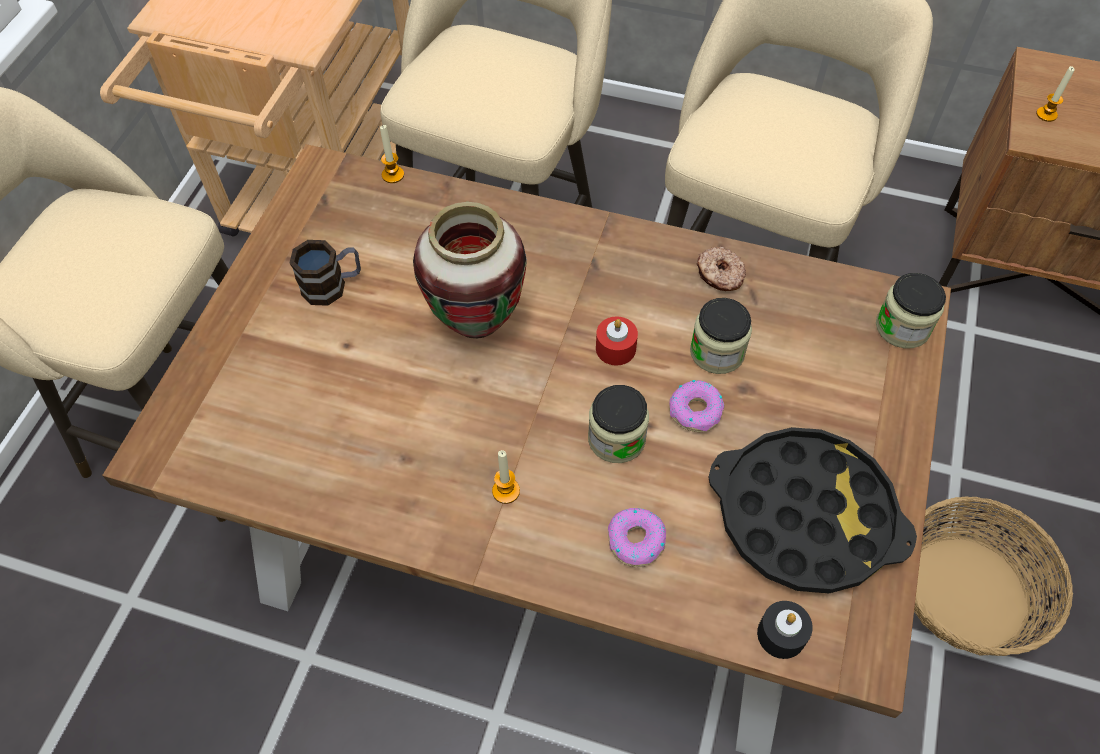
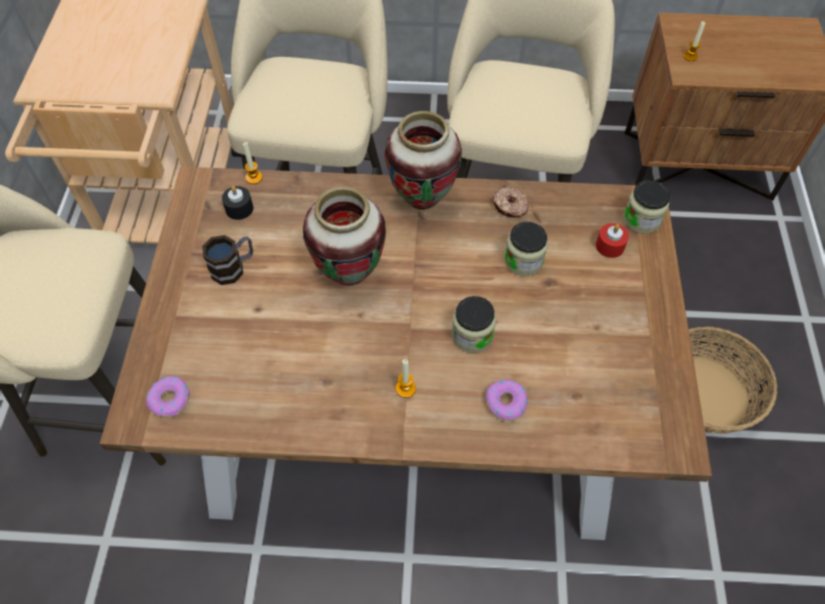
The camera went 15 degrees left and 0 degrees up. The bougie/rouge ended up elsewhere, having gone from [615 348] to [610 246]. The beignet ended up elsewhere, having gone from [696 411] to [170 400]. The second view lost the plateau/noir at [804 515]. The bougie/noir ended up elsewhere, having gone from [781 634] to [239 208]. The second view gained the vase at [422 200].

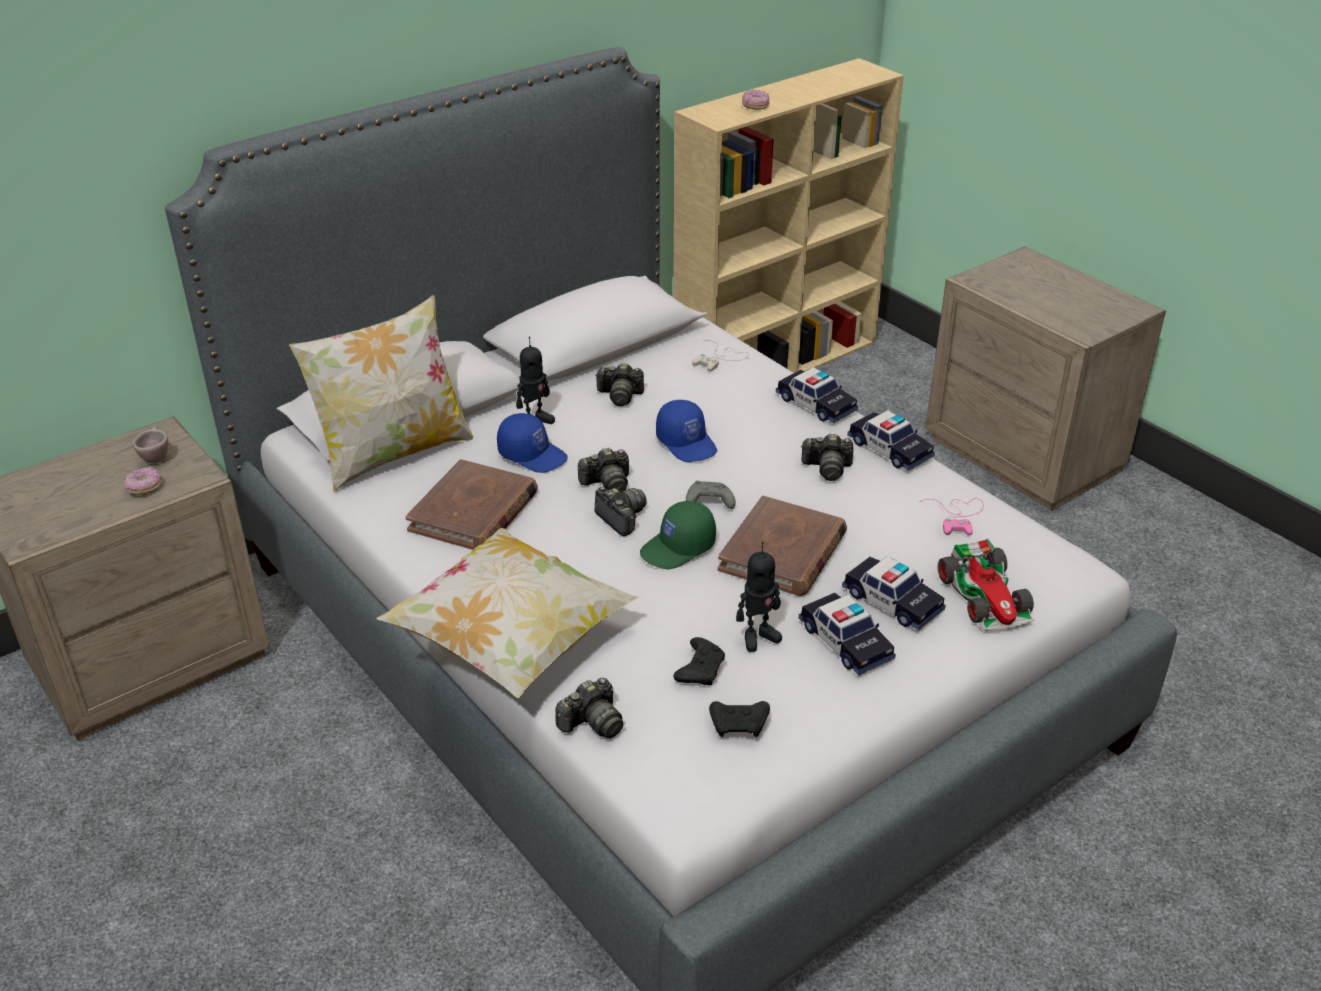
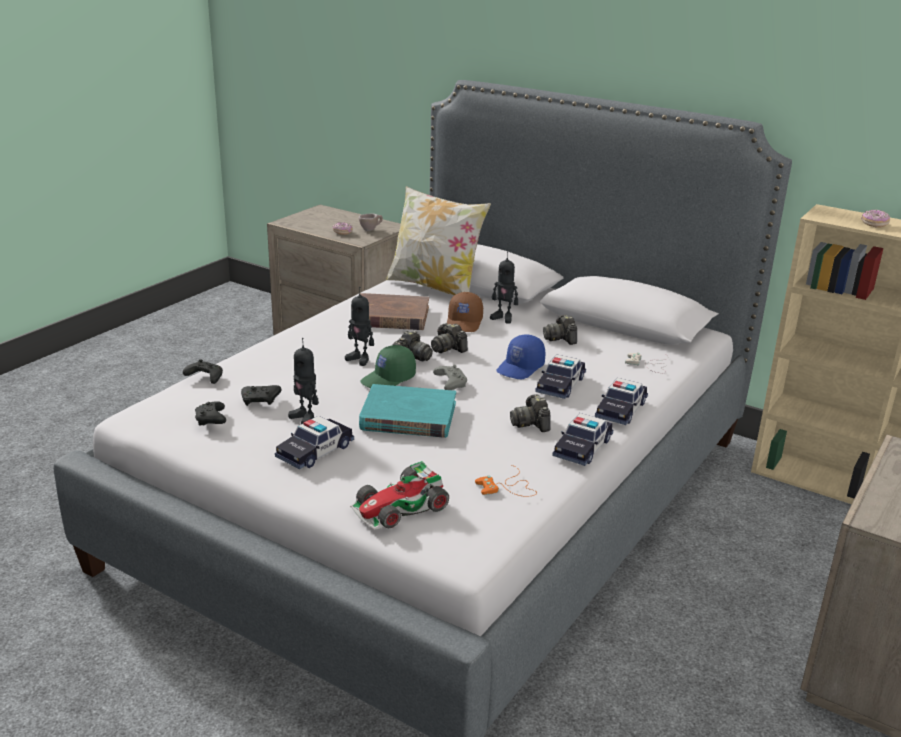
The camera went 70 degrees right and 10 degrees down. What was the casquette/bleu at [533 455] turned into the casquette/marron at [464 323]. What was the livre/marron at [783 552] turned into the livre/turquoise at [408 416]. What was the manette/rose at [958 516] turned into the manette/orange at [508 487]. The casquette/vert at [678 548] ended up facing another way, 75 degrees counterclockwise from before. The second view lost the coussin at [511 642]. The petite voiture ended up elsewhere, having gone from [892 601] to [560 385]. Where the appareil photo stood at [592 723], the manette/noir came to stand at [204 378]. The second view gained the robot jouet at [360 359].

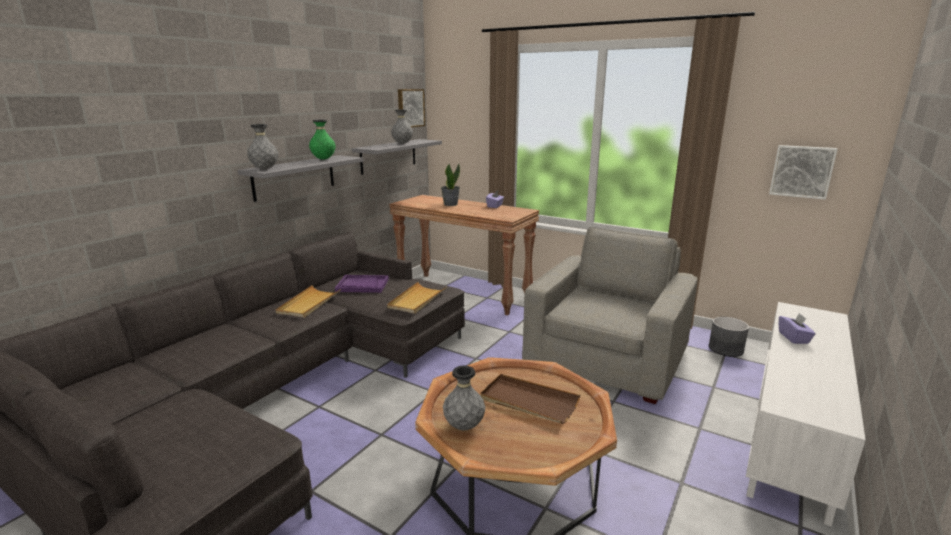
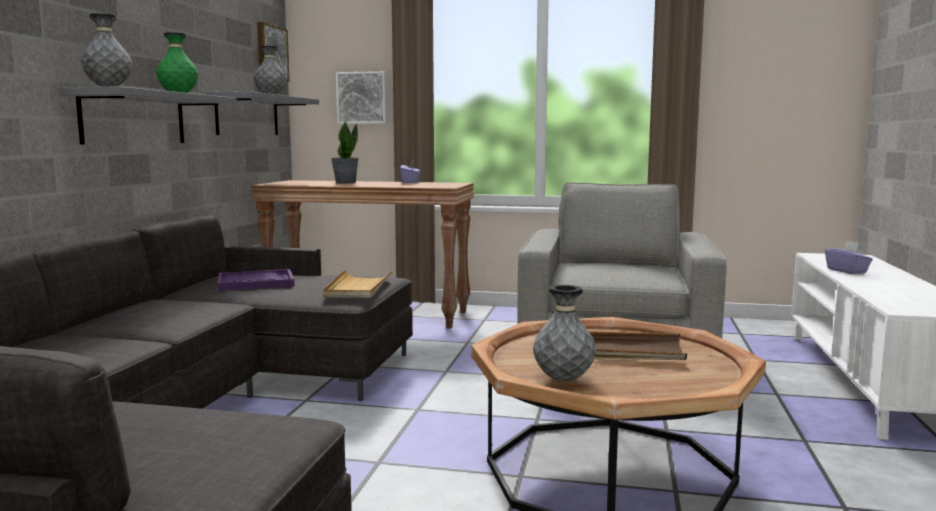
The camera went 20 degrees left and 10 degrees down. The tableau ended up elsewhere, having gone from [802 171] to [362 98]. The second view lost the plateau/beige at [309 303]. The second view lost the cache-pot/gris at [726 349].

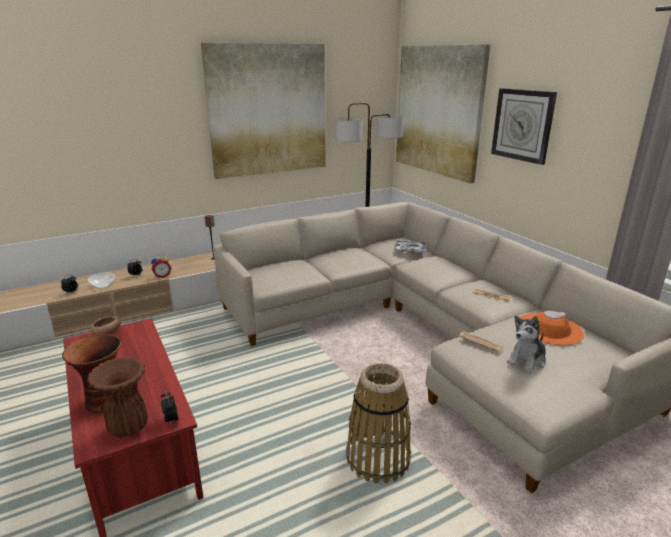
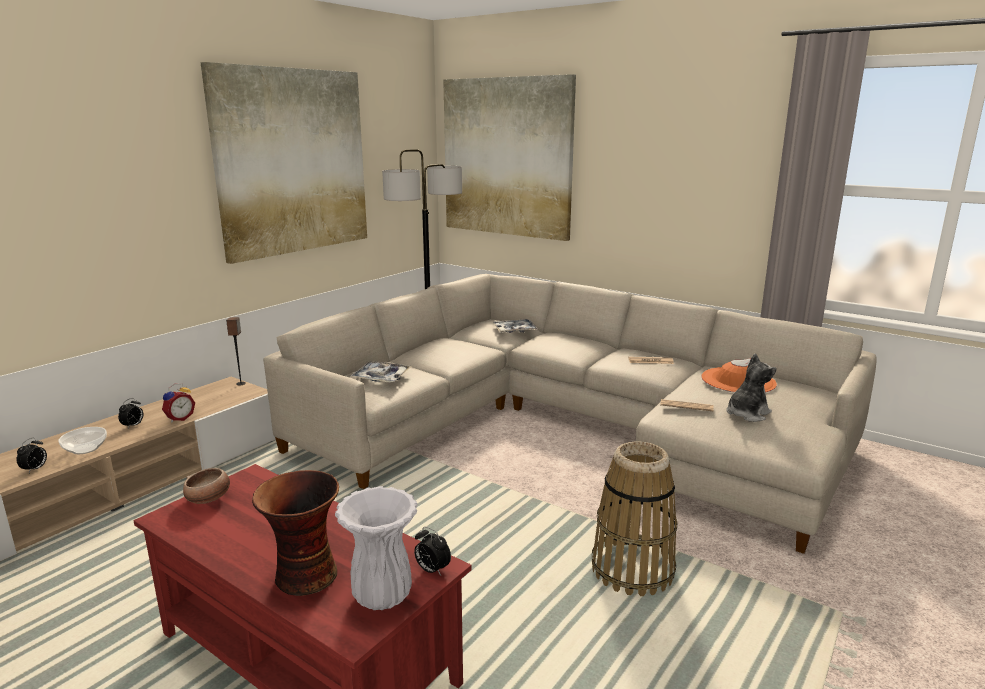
The camera went 25 degrees left and 5 degrees down. The second view lost the horloge murale at [522 125]. The peluche at [527 361] ended up facing another way, 150 degrees counterclockwise from before. What was the vase/marron at [128 427] turned into the vase/blanc at [381 596]. The second view gained the plateau at [381 377].

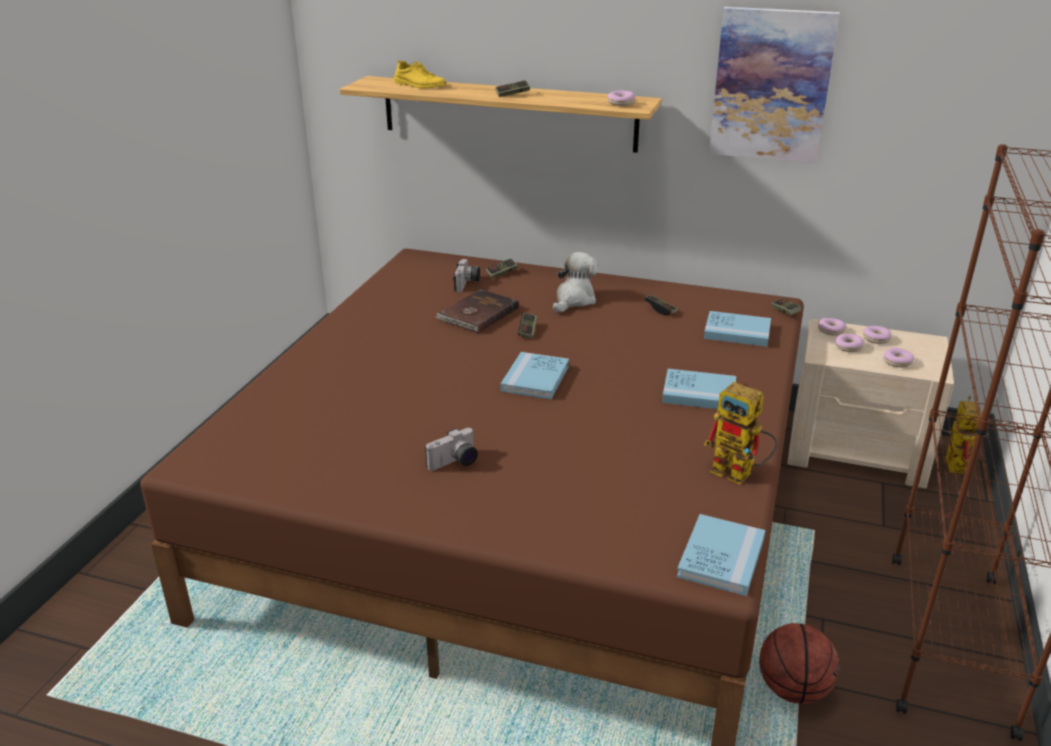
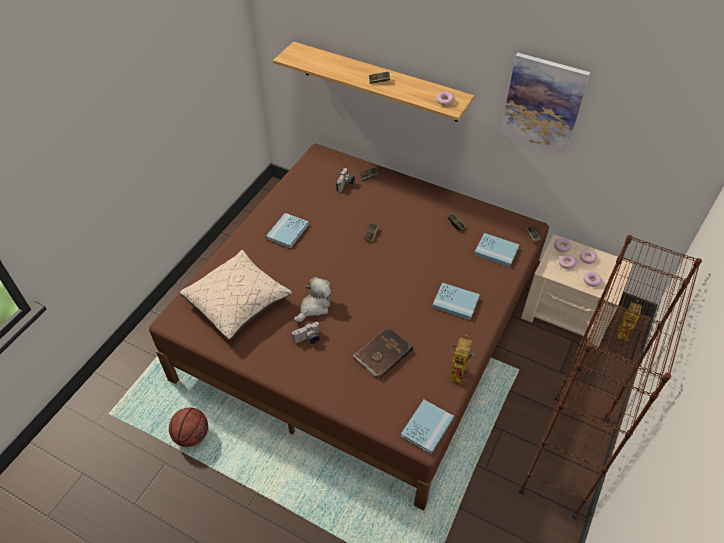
The camera went 10 degrees right and 20 degrees up. The second view lost the chaussure/jaune at [419 85]. The peluche ended up elsewhere, having gone from [574 300] to [314 307]. The livre/marron ended up elsewhere, having gone from [477 314] to [382 353]. The livre/bleu ended up elsewhere, having gone from [535 378] to [287 232]. The robot jouet at [740 474] ended up facing another way, 120 degrees counterclockwise from before. The ballon de basket ended up elsewhere, having gone from [793 689] to [192 435]. The second view gained the coussin/beige at [238 303].

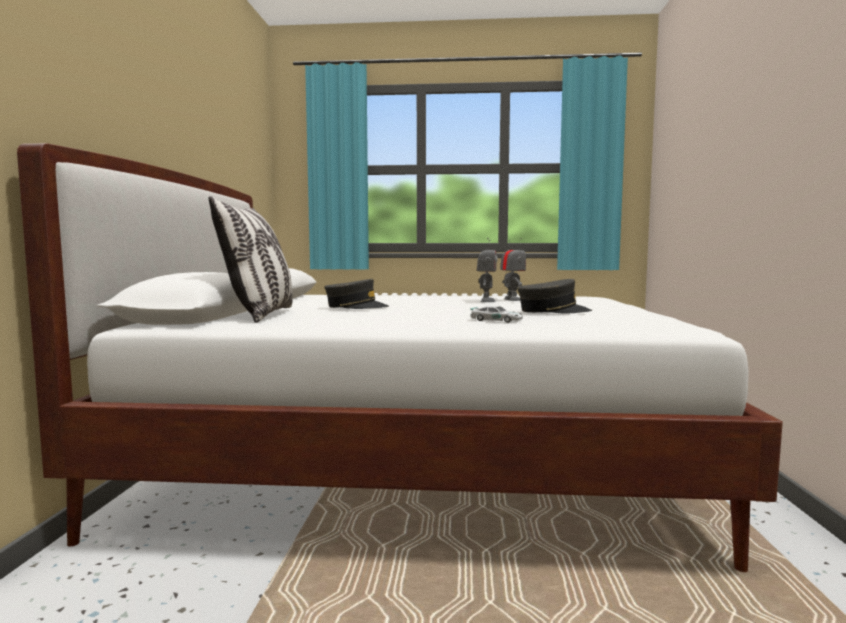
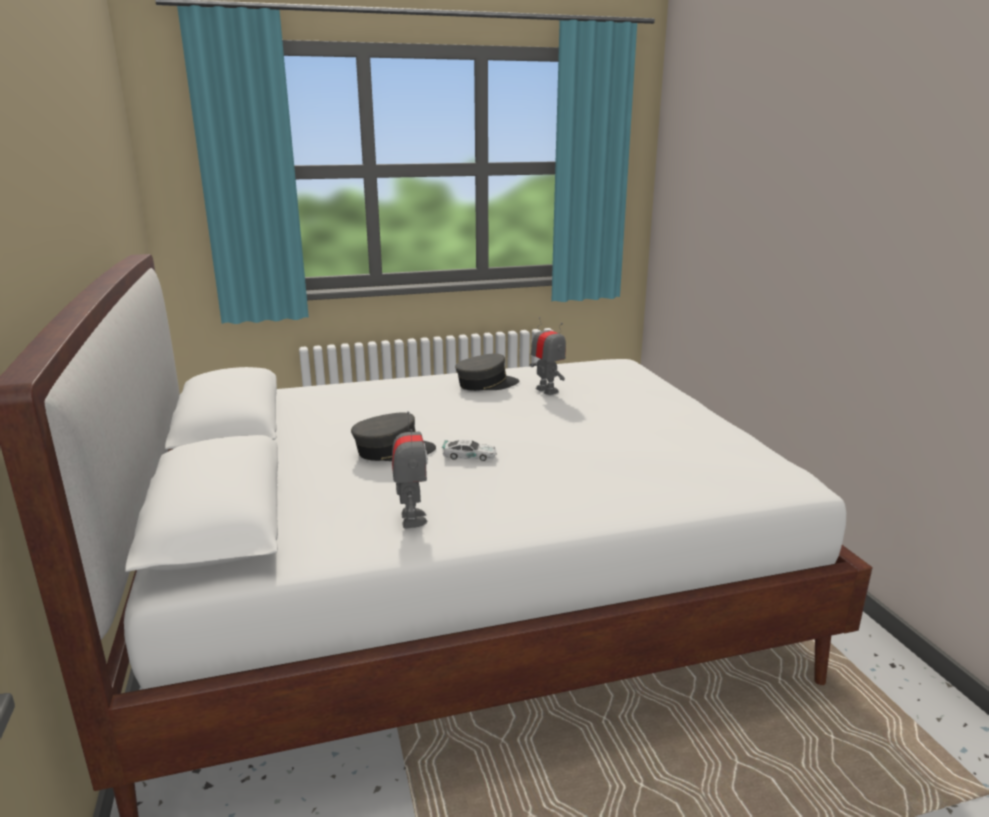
The camera went 20 degrees left and 15 degrees up. The second view lost the coussin at [260 315]. The robot jouet ended up elsewhere, having gone from [486 301] to [412 519]. The casquette/gris ended up elsewhere, having gone from [552 311] to [486 384]. The petite voiture ended up elsewhere, having gone from [496 320] to [469 456].

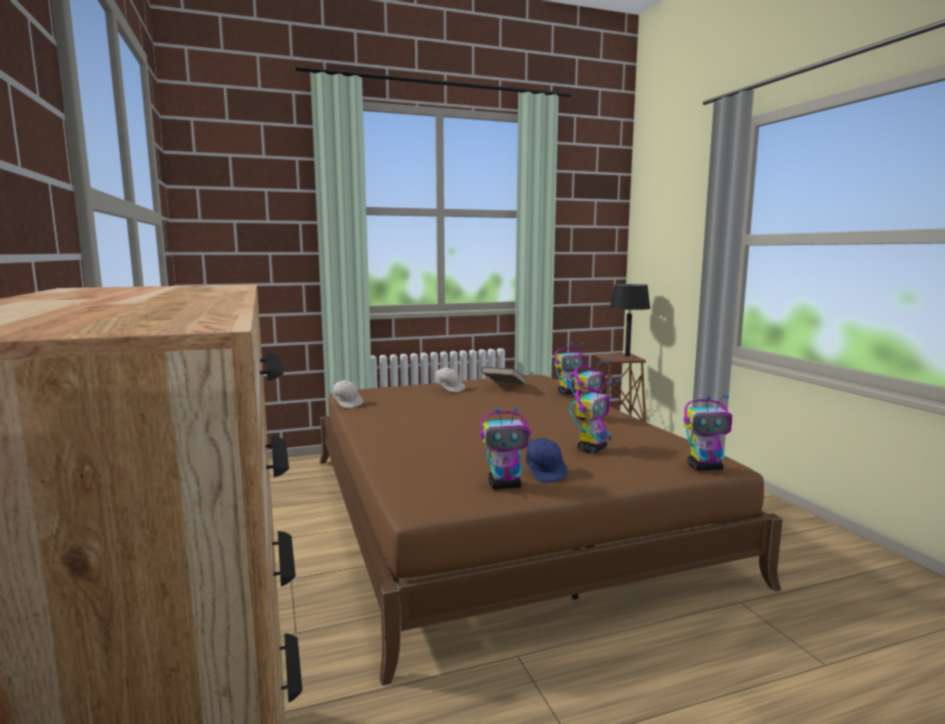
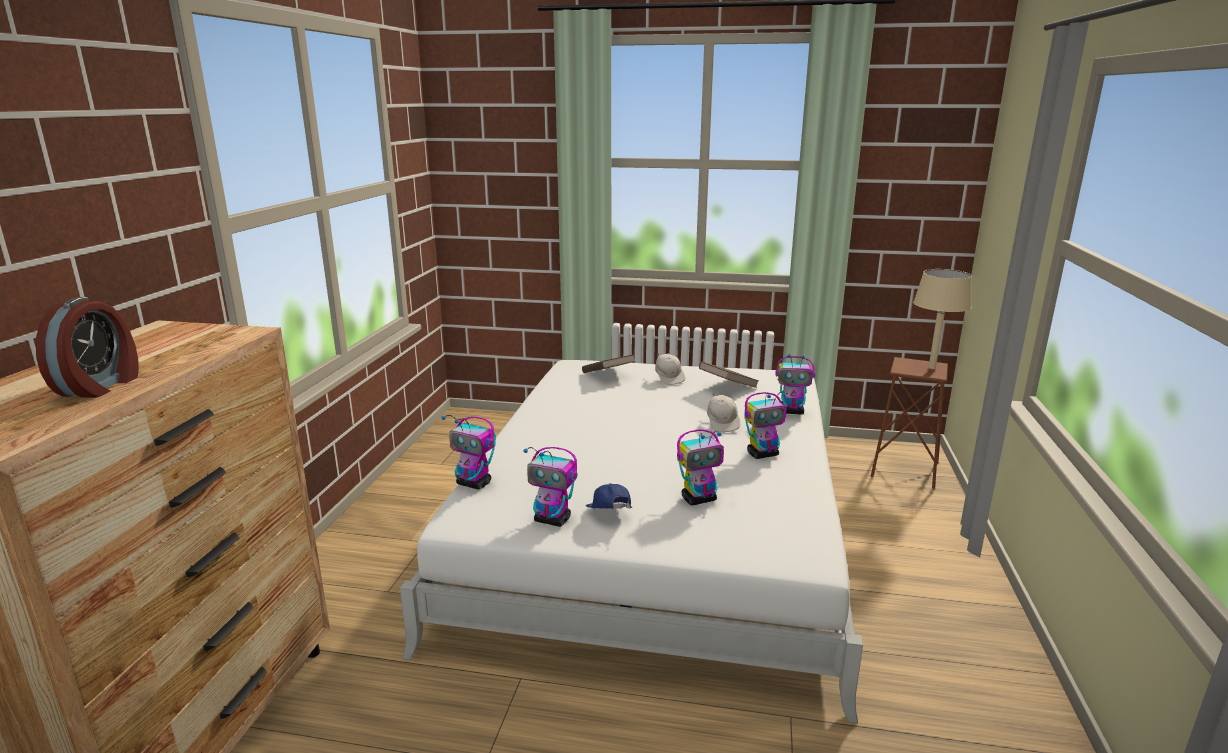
The camera went 30 degrees right and 10 degrees up. What was the lampe de table/noir at [627 356] turned into the lampe de table/beige at [932 367]. What was the lit/marron at [496 511] turned into the lit/blanc at [657 528]. The casquette/blanc ended up elsewhere, having gone from [347 403] to [722 423]. The robot jouet ended up elsewhere, having gone from [705 468] to [474 484]. The casquette/bleu at [545 472] ended up facing another way, 135 degrees clockwise from before. The second view gained the réveil at [100 386]. The second view gained the livre/marron at [608 376].

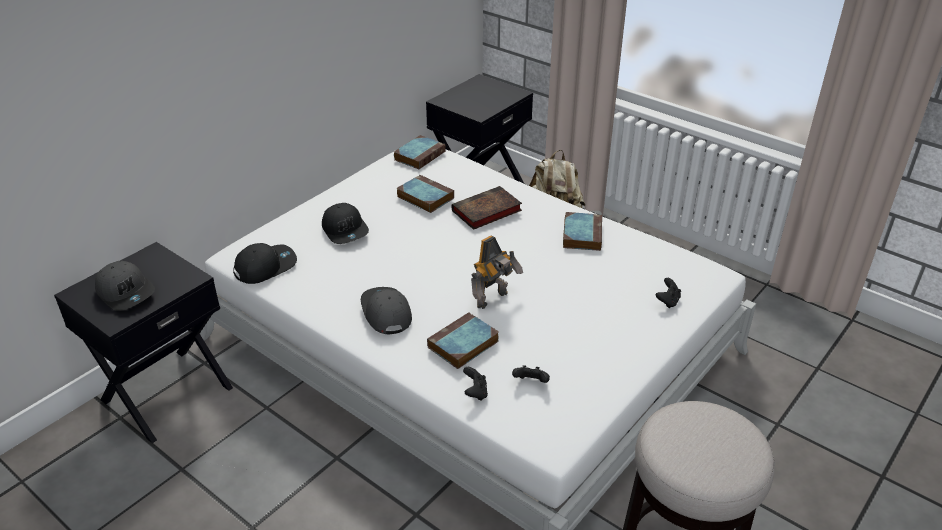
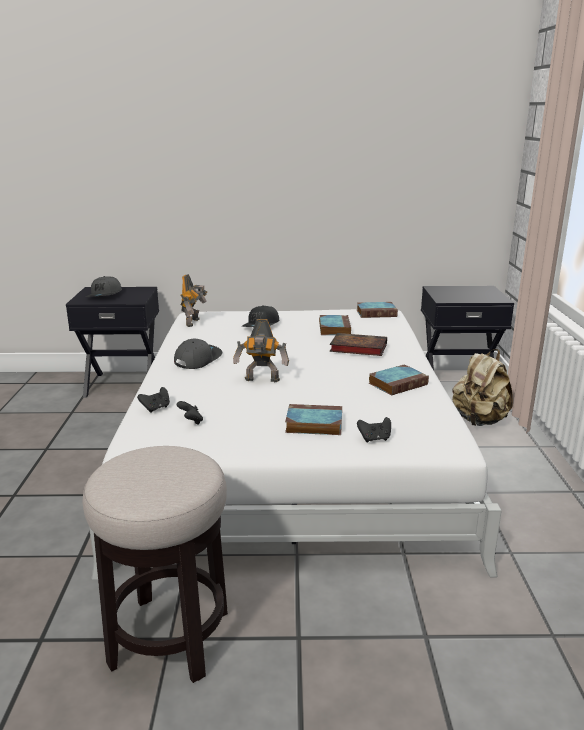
The camera went 50 degrees right and 15 degrees down. Where the casquette/noir stood at [265 267], the robot jouet came to stand at [194 322]. The livre ended up elsewhere, having gone from [462 345] to [312 424].

